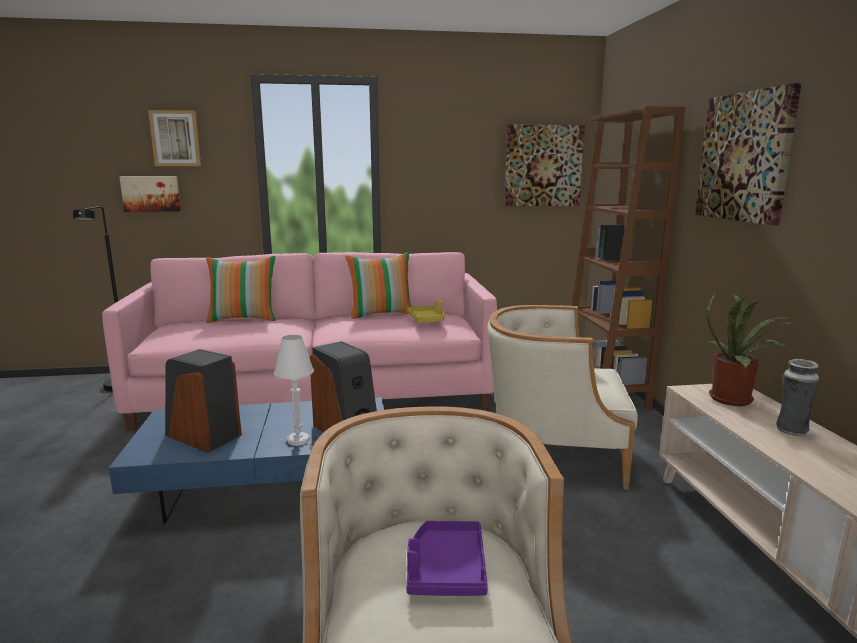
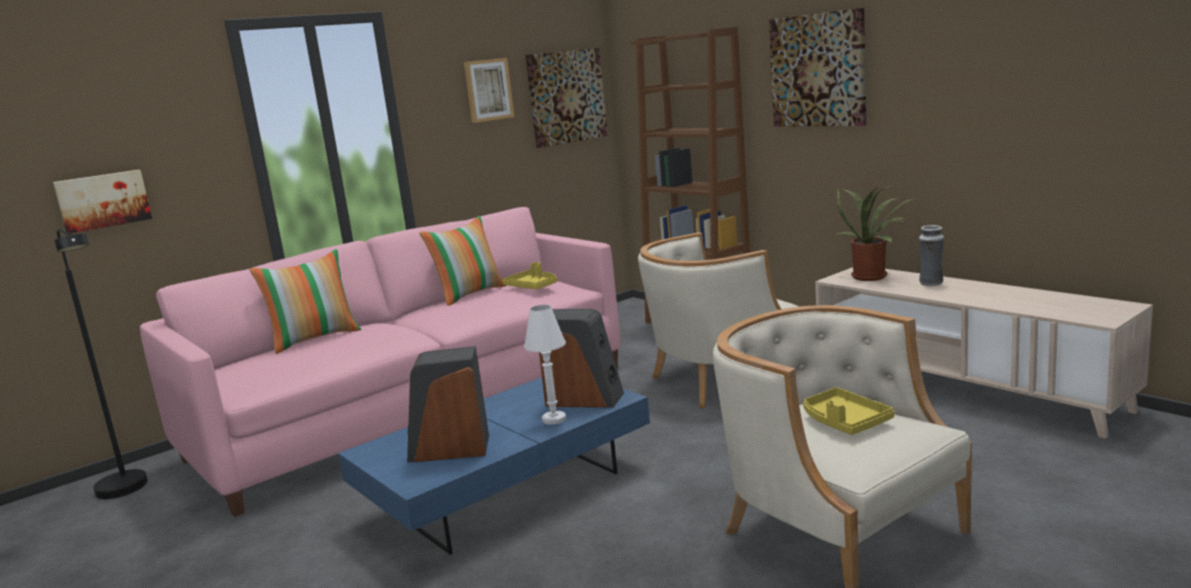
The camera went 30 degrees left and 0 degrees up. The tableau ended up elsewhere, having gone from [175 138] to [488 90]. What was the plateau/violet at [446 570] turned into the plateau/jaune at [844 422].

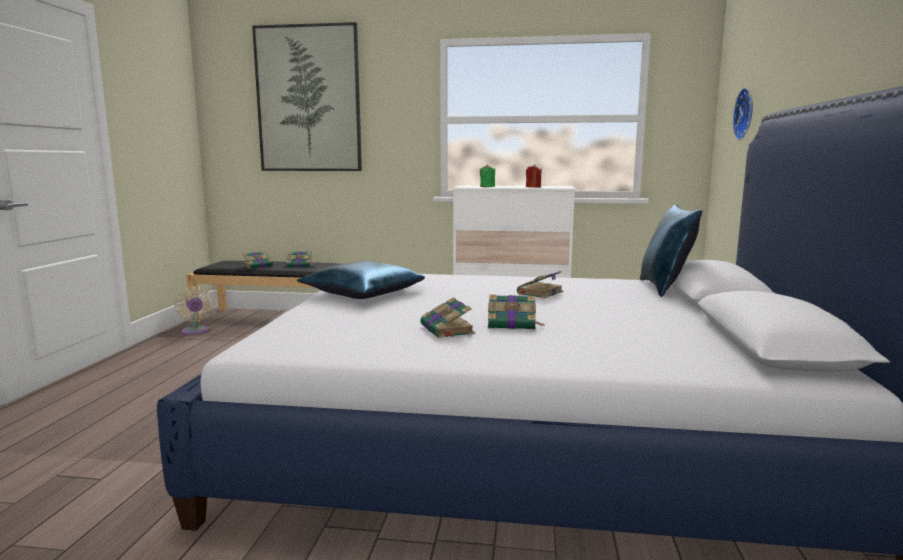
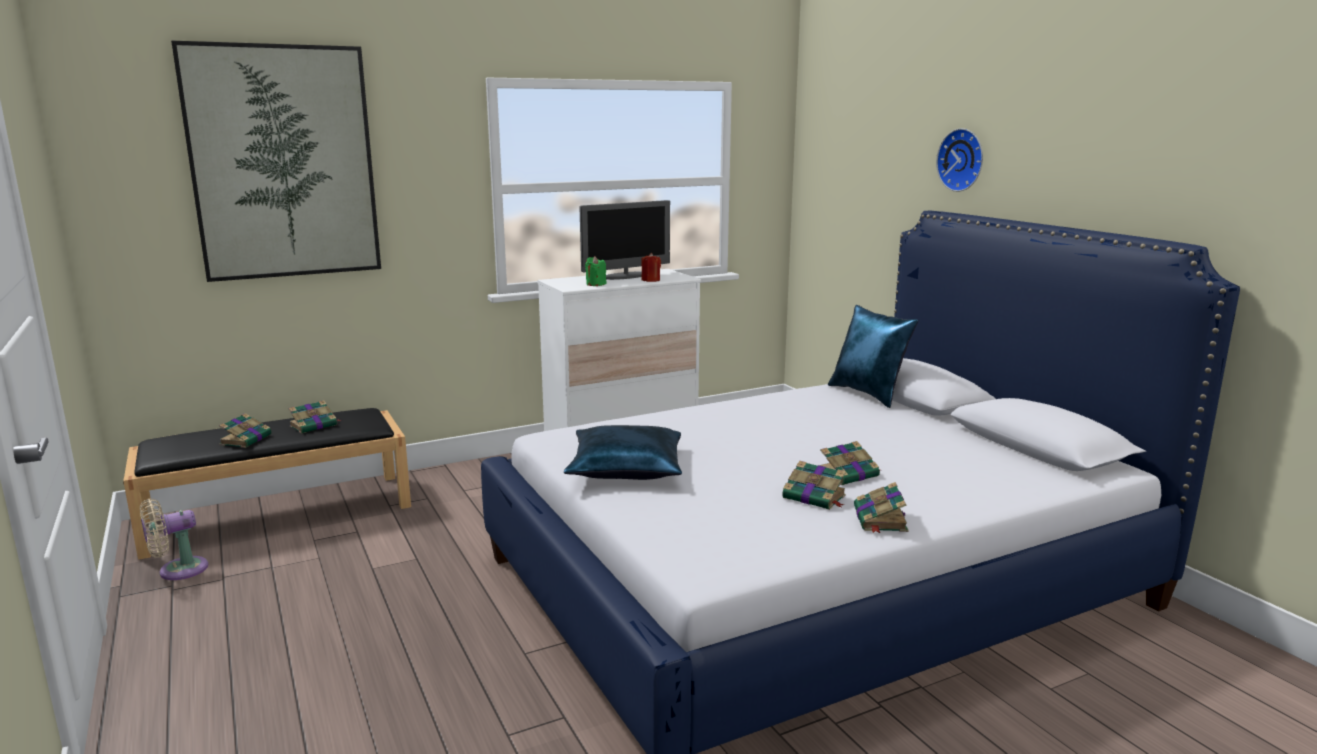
The camera went 35 degrees left and 5 degrees up. The horloge murale ended up elsewhere, having gone from [746 114] to [963 160]. The livre ended up elsewhere, having gone from [539 293] to [880 520]. The ventilateur/beige at [195 331] ended up facing another way, 120 degrees clockwise from before. The second view gained the écran d'ordinateur at [626 276].

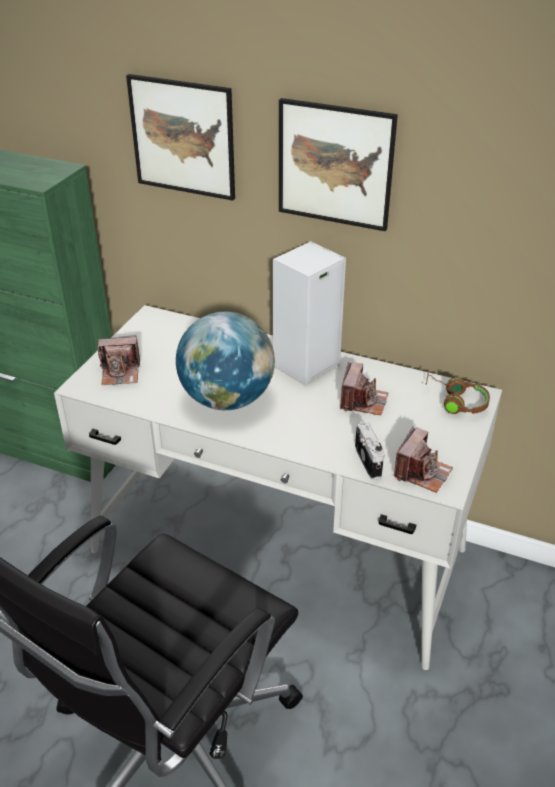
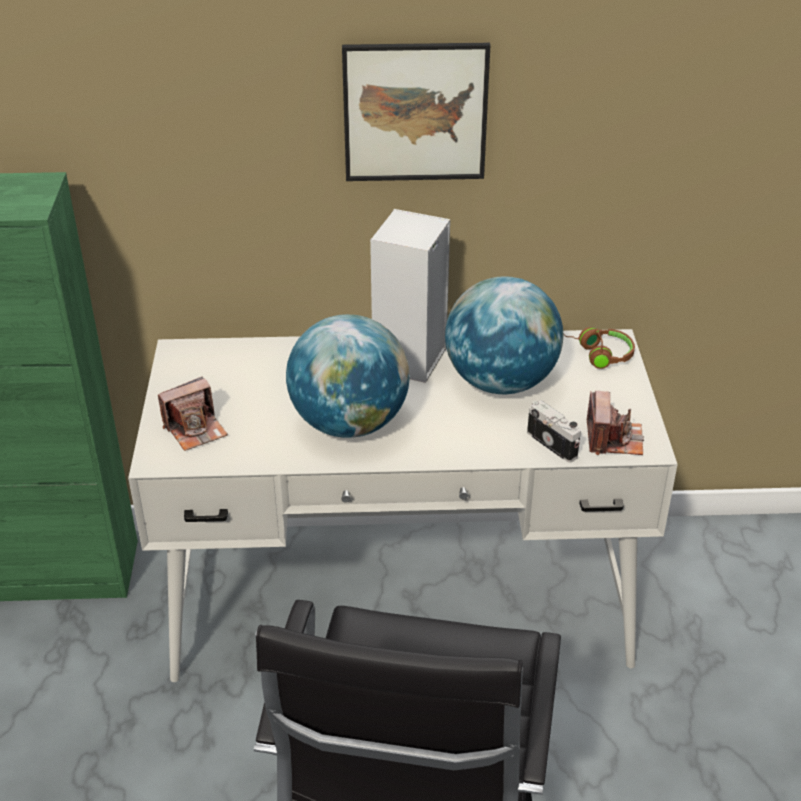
The camera went 25 degrees left and 0 degrees up. The second view lost the tableau at [183 137]. Where the appareil photo stood at [363 401], the globe came to stand at [501 382].

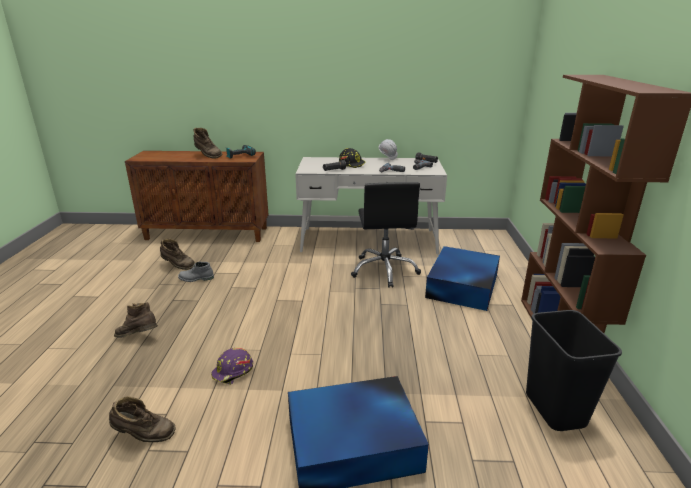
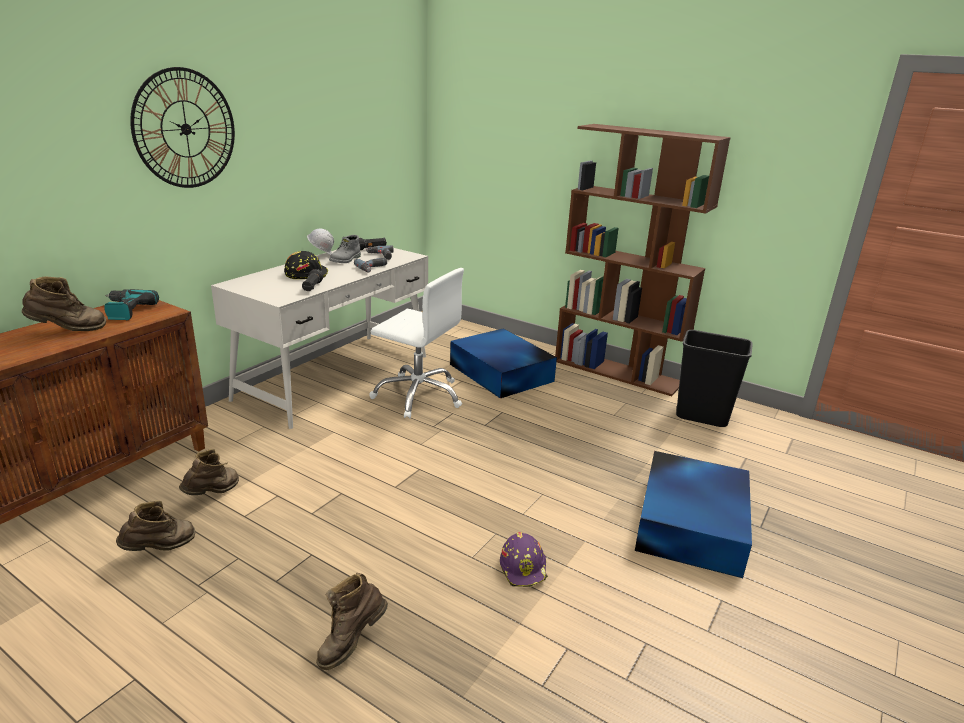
The camera went 60 degrees left and 0 degrees up. What was the chaise de bureau/noir at [384 270] turned into the chaise de bureau/blanc at [418 395]. The botte/gris ended up elsewhere, having gone from [196 279] to [346 260]. The botte/marron ended up elsewhere, having gone from [144 436] to [213 494]. The second view gained the horloge murale at [185 129].

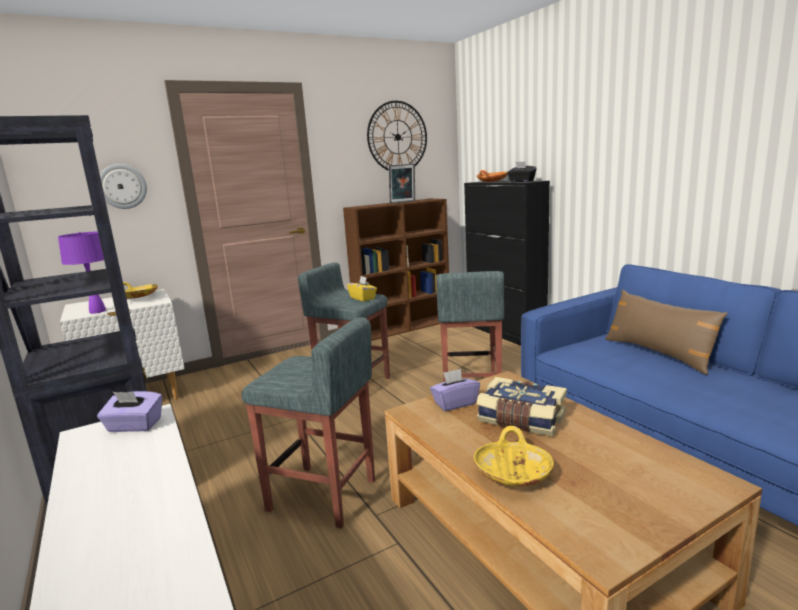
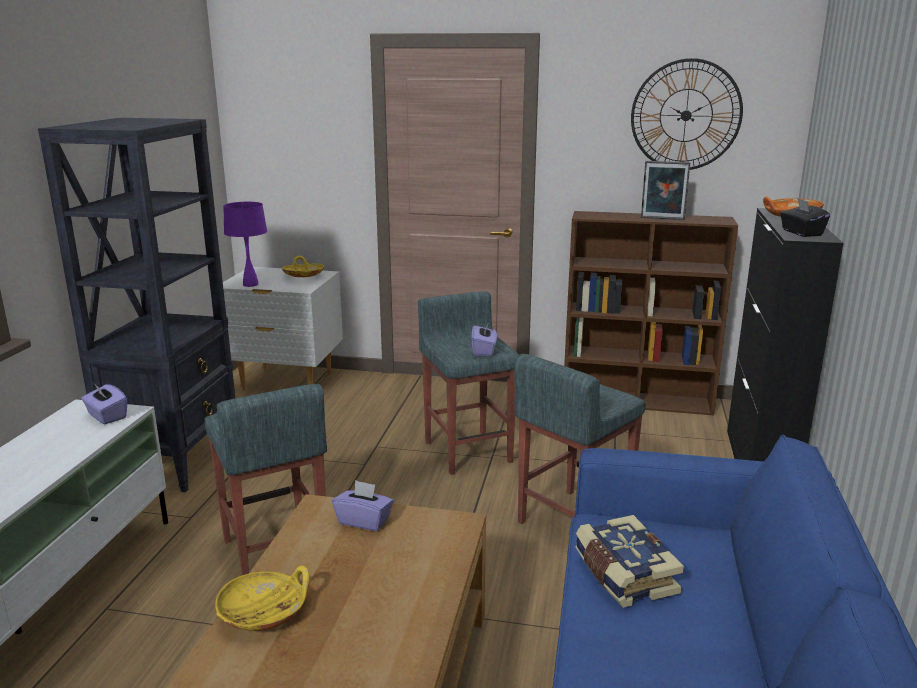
The camera went 40 degrees right and 5 degrees up. The second view lost the horloge murale at [122 186]. What was the boîte à mouchoirs/jaune at [363 298] turned into the boîte à mouchoirs/violet at [484 350]. The second view lost the coussin/marron at [658 353]. The livre ended up elsewhere, having gone from [521 419] to [623 575].

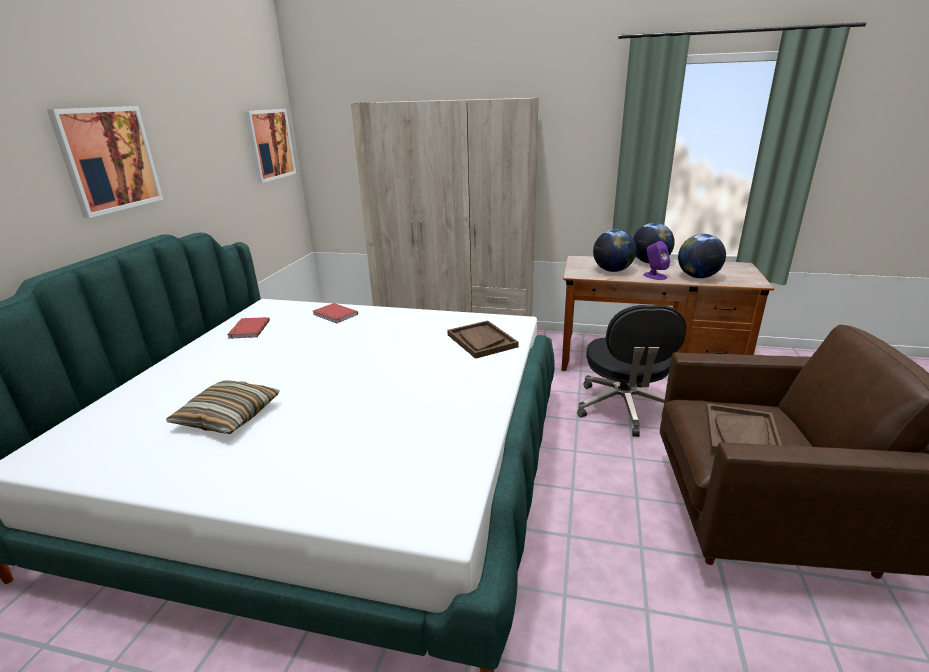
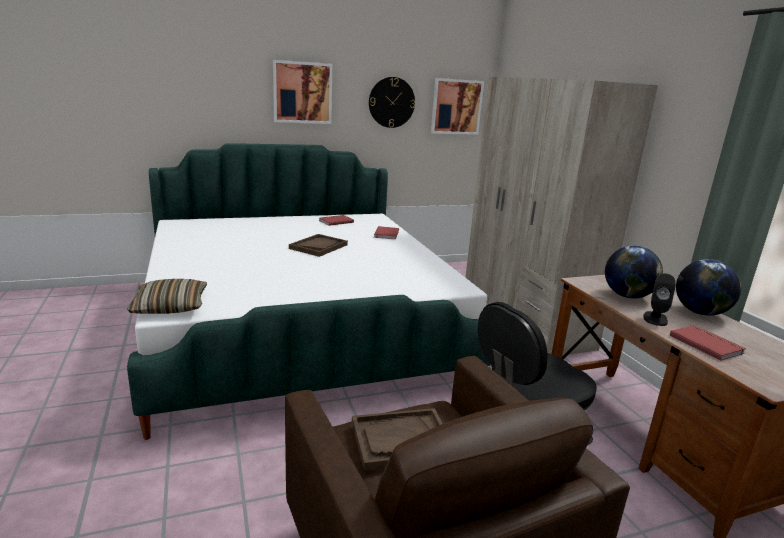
The camera went 55 degrees right and 5 degrees down. Where the globe stood at [697 277], the livre/rouge came to stand at [706 344]. What was the enceinte/violet at [654 276] turned into the enceinte/noir at [655 318]. The plateau/marron ended up elsewhere, having gone from [481 341] to [318 246]. The coussin ended up elsewhere, having gone from [228 416] to [170 306]. The second view gained the horloge murale at [391 102].

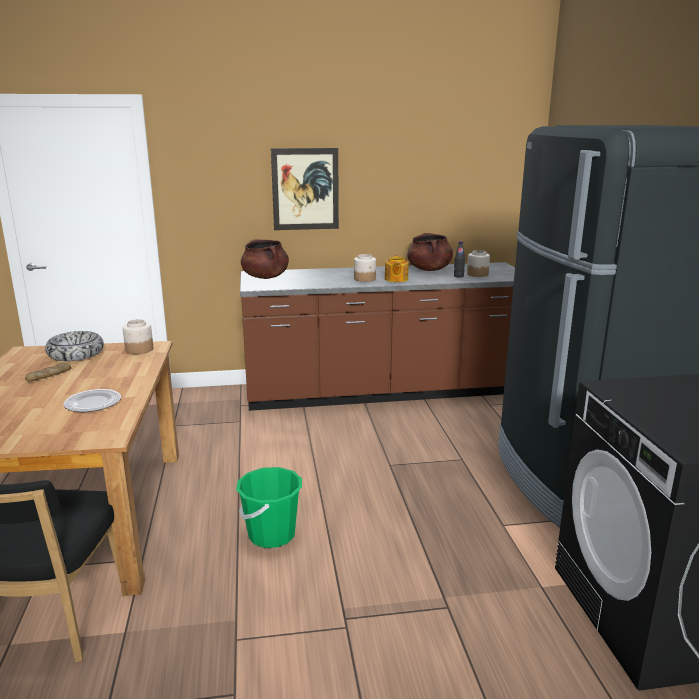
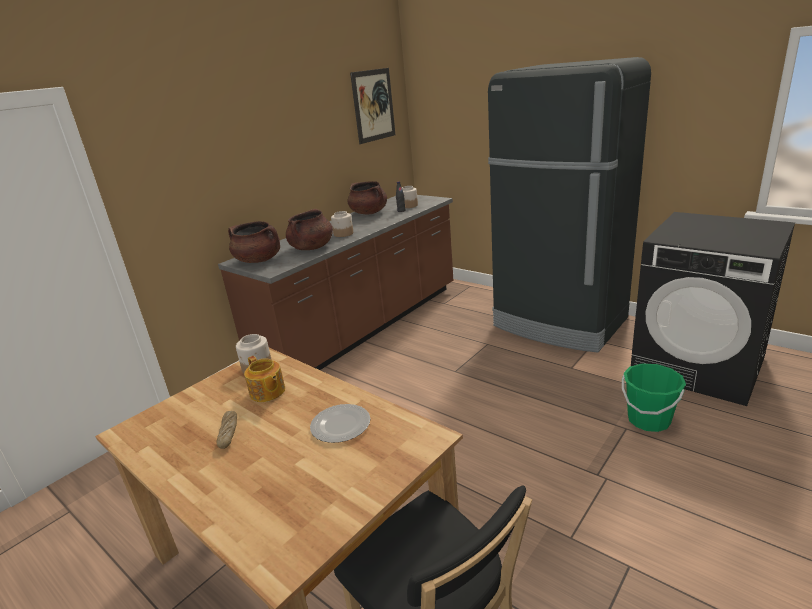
The camera went 40 degrees left and 5 degrees up. The tableau ended up elsewhere, having gone from [305 189] to [373 105]. The théière ended up elsewhere, having gone from [396 279] to [267 392]. The second view lost the bol at [76 354]. The seau/vert ended up elsewhere, having gone from [271 534] to [648 420]. The second view gained the marmite/marron at [312 248].

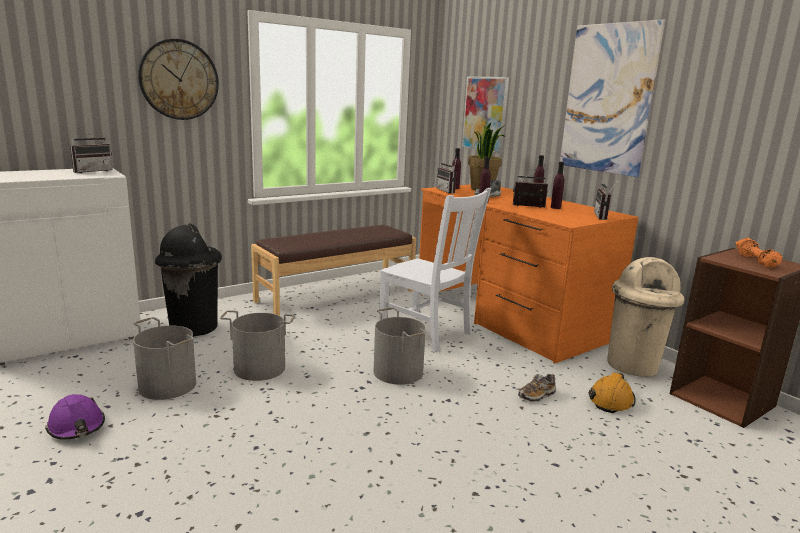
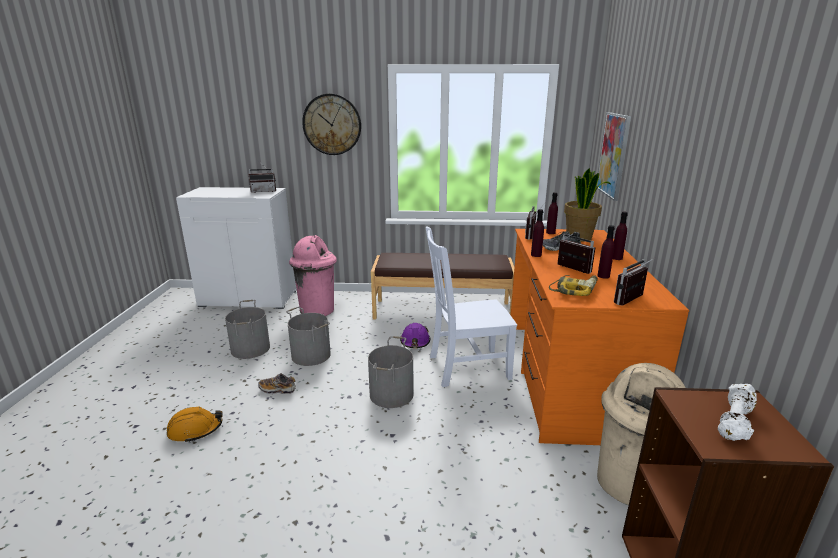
The camera went 40 degrees right and 5 degrees up. The second view lost the tableau at [608 99]. The chaise/blanc at [427 332] ended up facing another way, 90 degrees clockwise from before. What was the poubelle/noir at [193 327] turned into the poubelle/rose at [317 310]. What was the haltère/orange at [756 261] turned into the haltère/blanc at [736 422]. The casque de chantier/orange ended up elsewhere, having gone from [611 400] to [195 430]. The chaussure ended up elsewhere, having gone from [536 396] to [277 390]. The casque de chantier/violet ended up elsewhere, having gone from [77 427] to [415 342]. The second view gained the perceuse at [574 289].

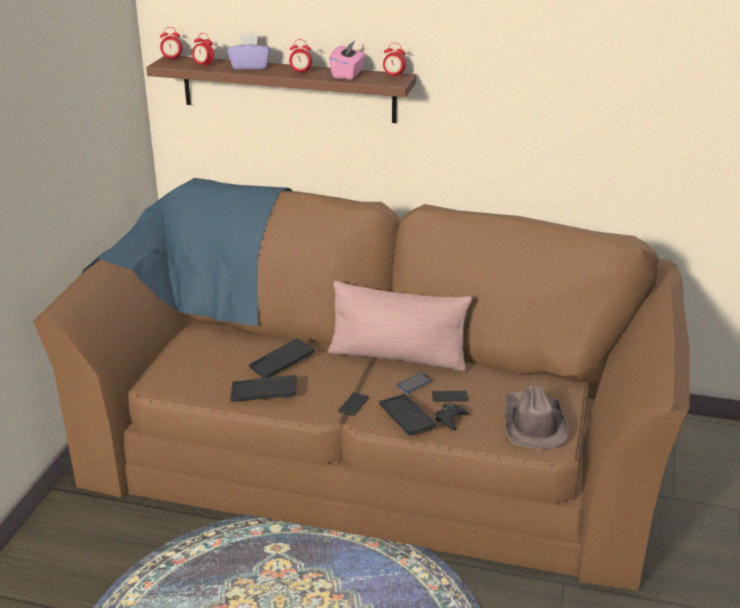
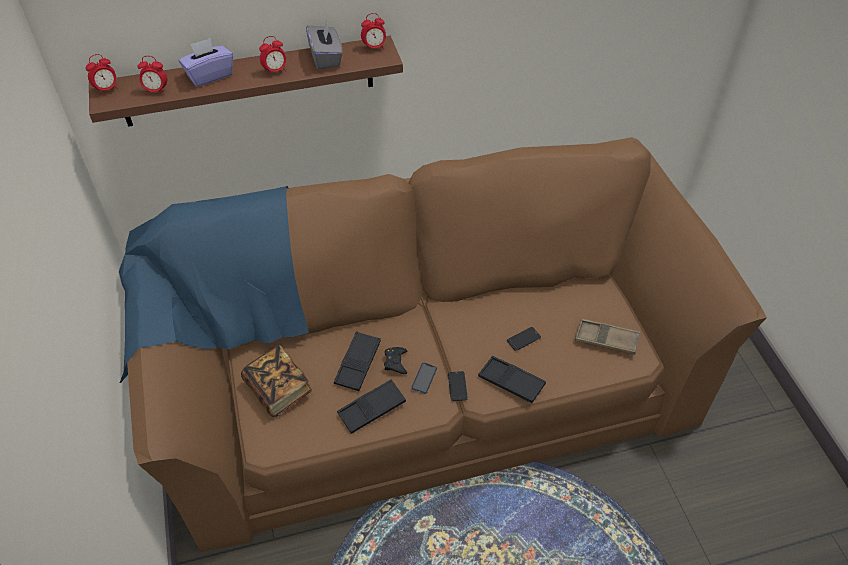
The camera went 30 degrees left and 20 degrees up. What was the boîte à mouchoirs/rose at [348 74] turned into the boîte à mouchoirs/gris at [326 58]. The second view lost the coussin/rose at [398 357]. The téléphone ended up elsewhere, having gone from [414 384] to [424 378]. Where the chapeau/marron stood at [533 423], the plateau/marron came to stand at [606 339]. The manette/noir ended up elsewhere, having gone from [450 419] to [395 362]. The second view gained the livre at [278 389].

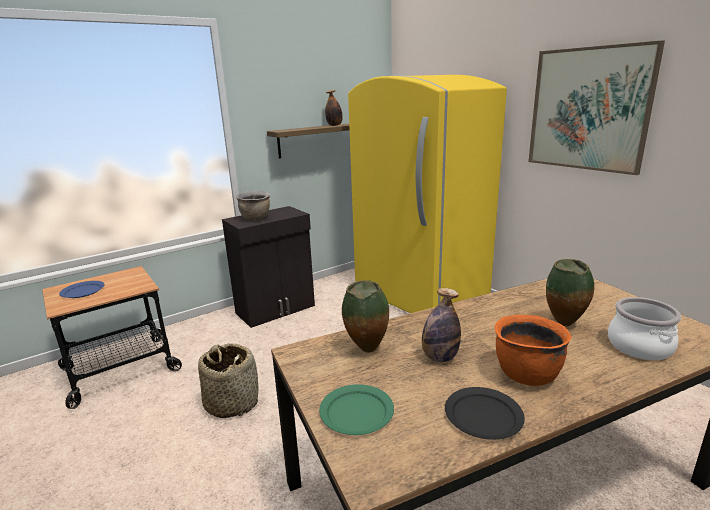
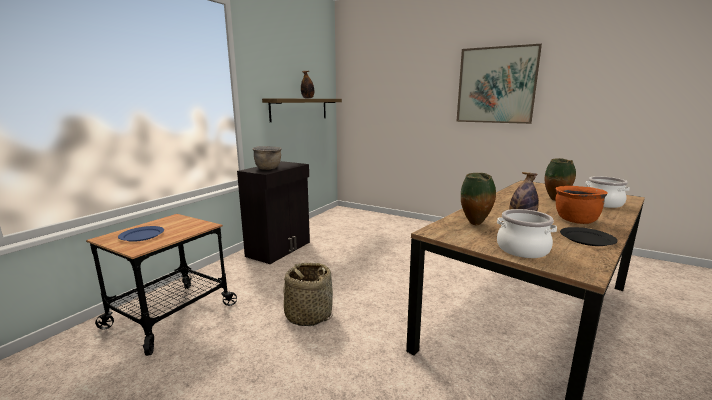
The camera went 25 degrees left and 5 degrees down. The second view lost the réfrigérateur/jaune at [418 291]. Where the assiette/vert stood at [356 412], the marmite came to stand at [522 250].

